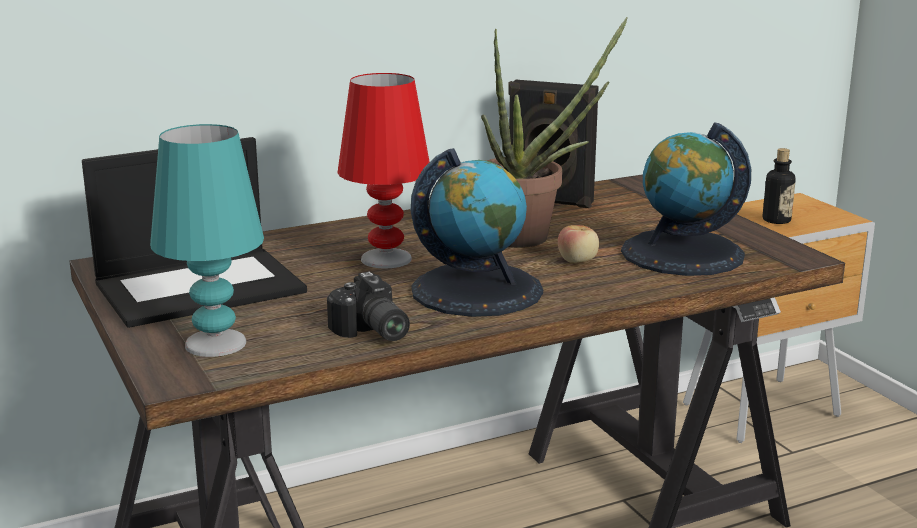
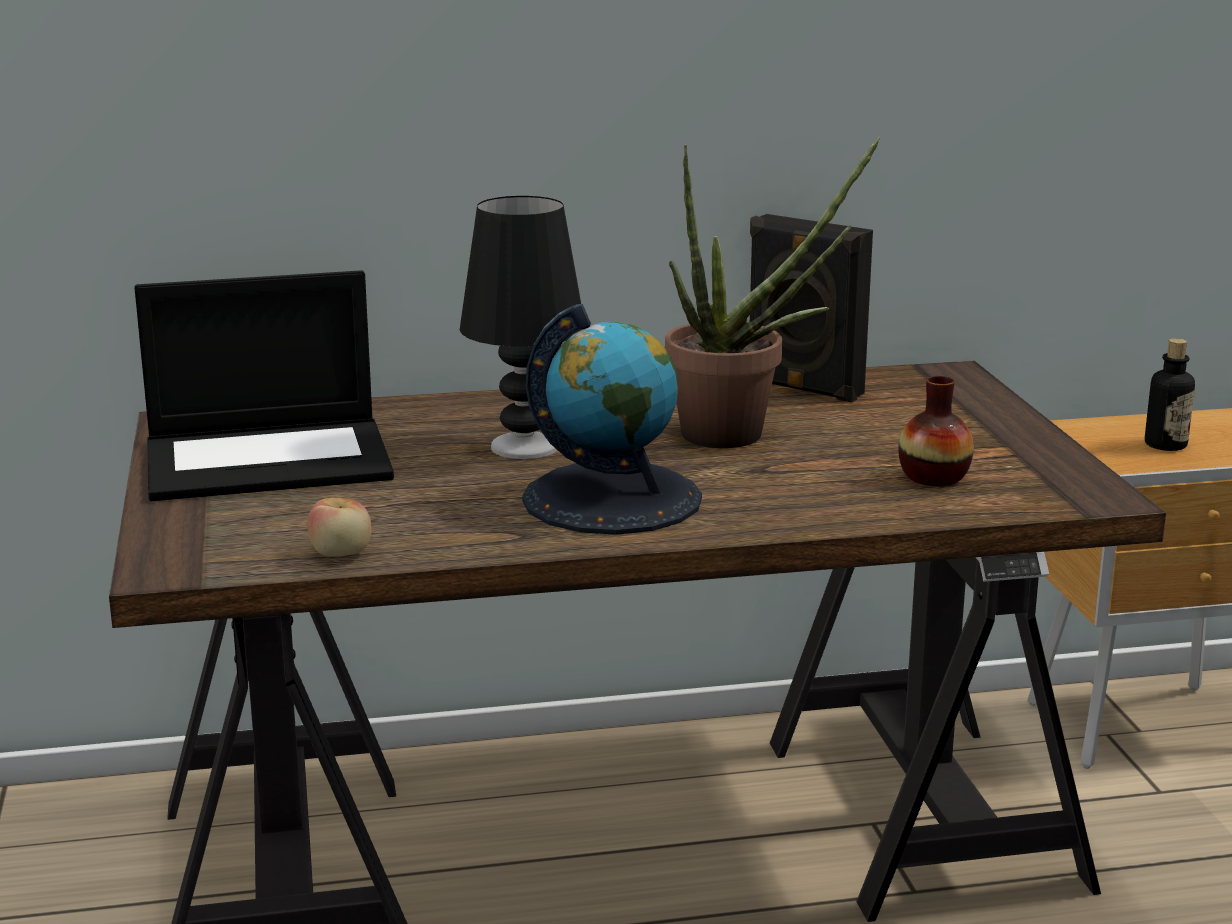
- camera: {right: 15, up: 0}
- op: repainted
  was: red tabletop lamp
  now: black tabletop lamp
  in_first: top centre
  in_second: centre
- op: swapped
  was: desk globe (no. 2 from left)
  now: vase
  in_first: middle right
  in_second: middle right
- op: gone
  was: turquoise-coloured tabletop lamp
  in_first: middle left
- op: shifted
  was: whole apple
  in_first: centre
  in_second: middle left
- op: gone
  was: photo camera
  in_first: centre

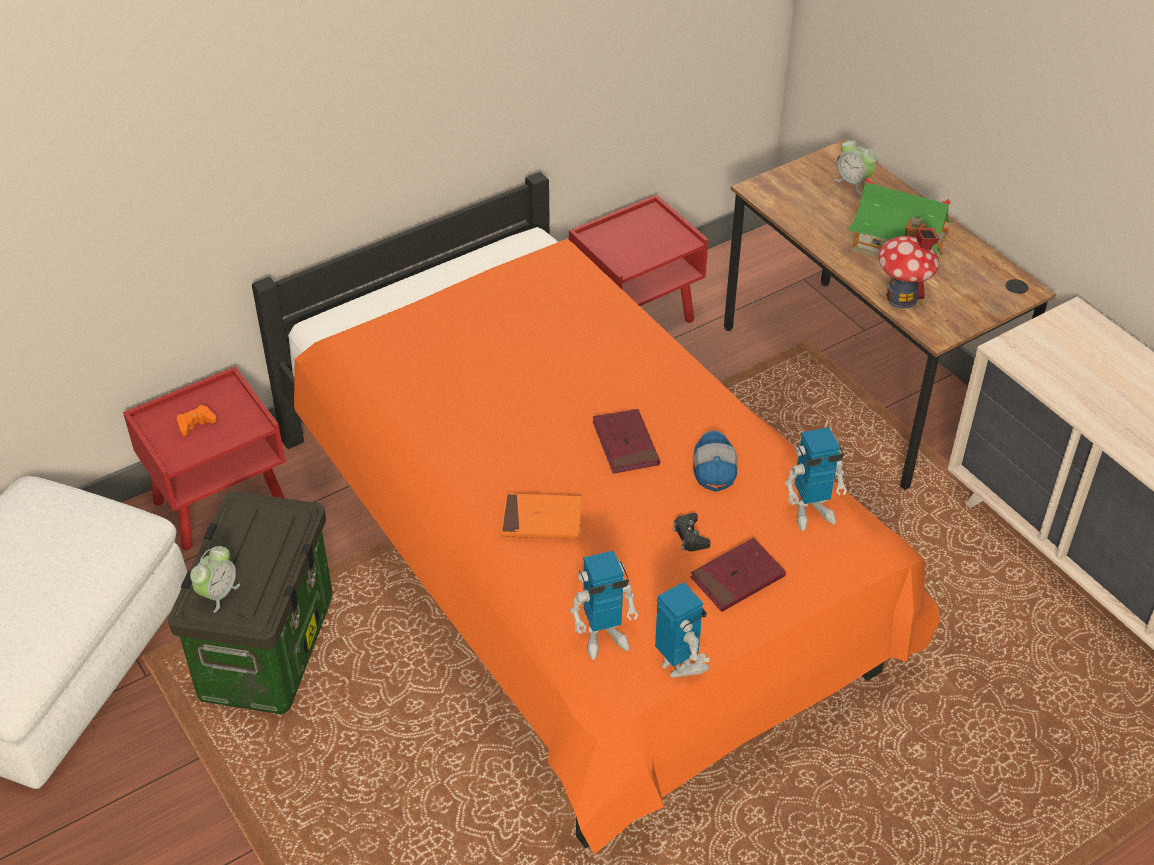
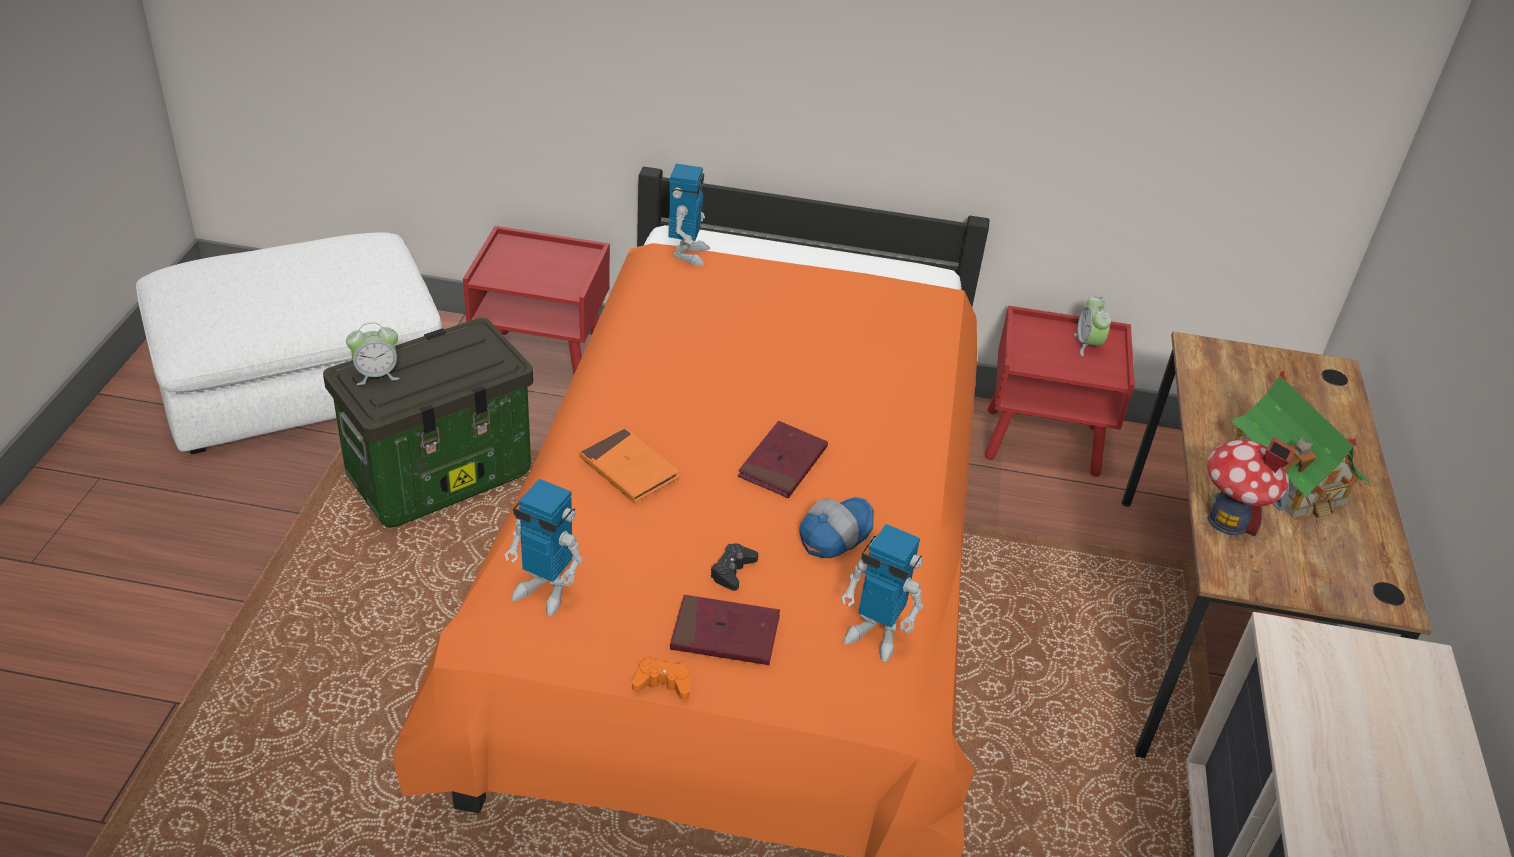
- camera: {right: 40, up: -5}
- op: shifted
  was: alarm clock (no. 2 from left)
  in_first: top right
  in_second: middle right
- op: shifted
  was: orangey gamepad
  in_first: middle left
  in_second: bottom centre
- op: shifted
  was: model robot (no. 2 from left)
  in_first: bottom centre
  in_second: top centre

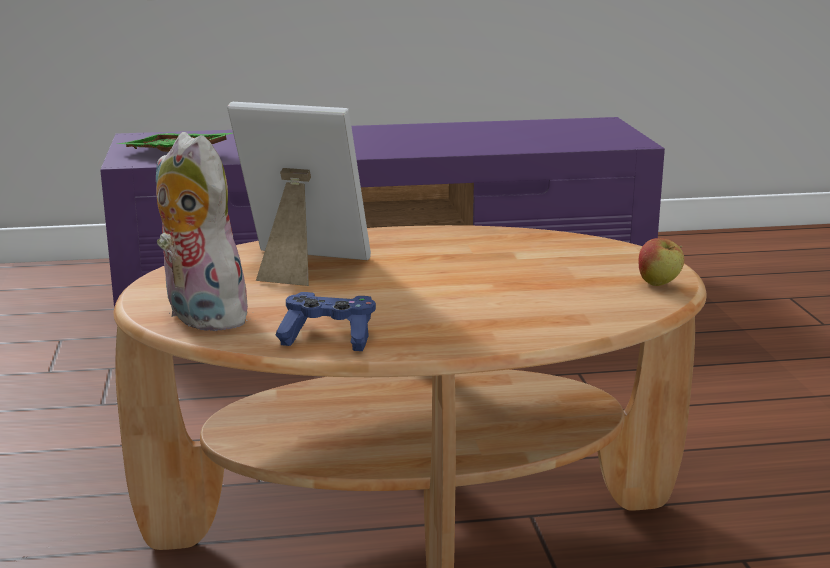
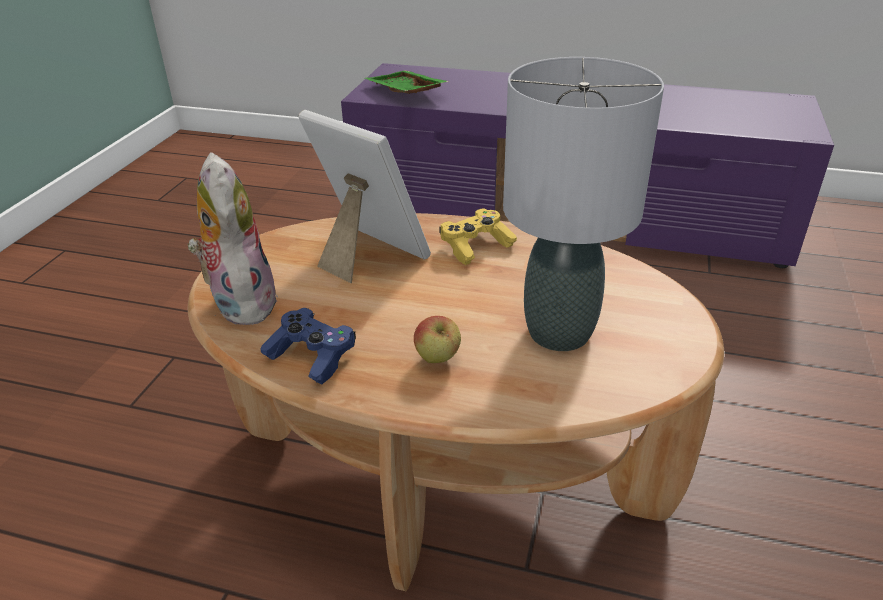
- camera: {right: 25, up: 15}
- op: shifted
  was: whole apple
  in_first: middle right
  in_second: centre
- op: new
  now: greyish tabletop lamp
  in_second: centre
- op: new
  now: yellow gamepad
  in_second: centre

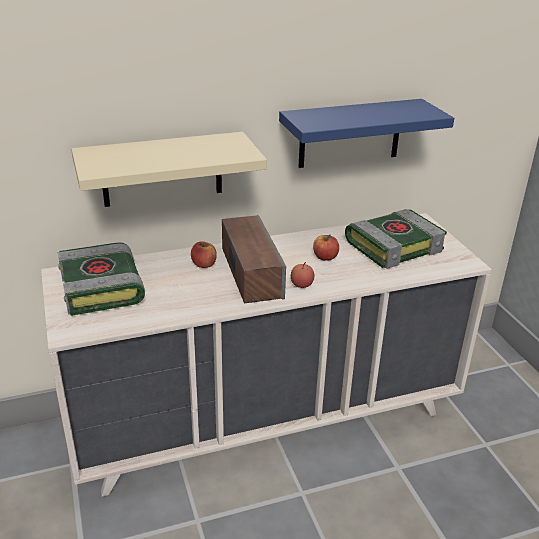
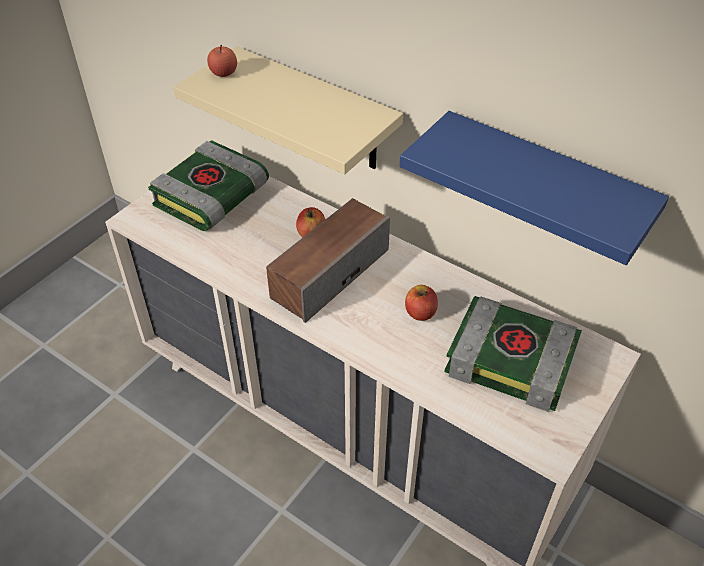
- camera: {right: 55, up: 15}
- op: shifted
  was: whole apple (no. 2 from left in the first image)
  now: whole apple (no. 1 from left)
  in_first: centre
  in_second: top left

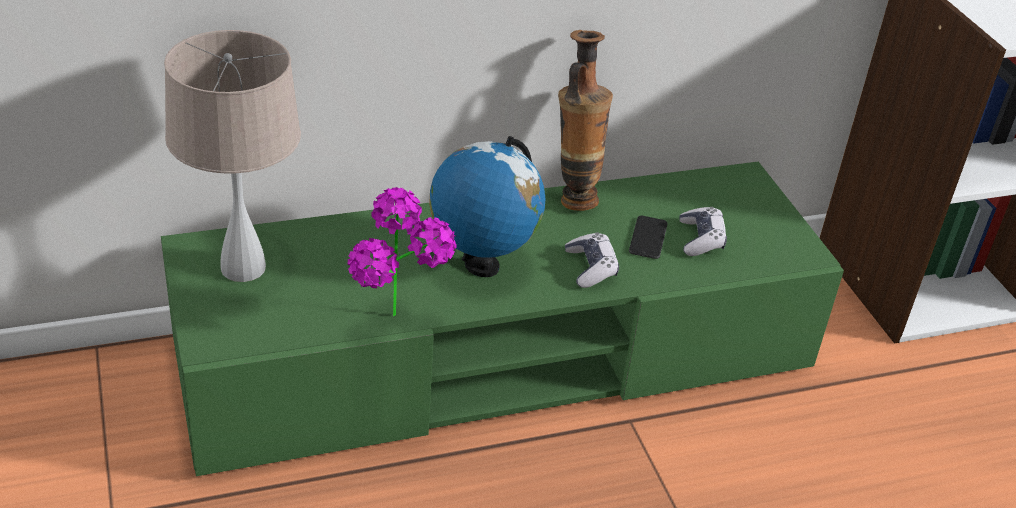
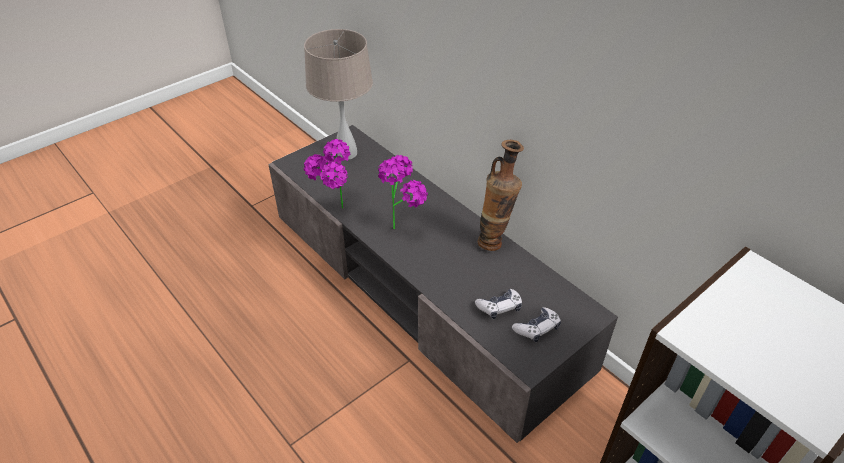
- camera: {right: 70, up: 5}
- op: swapped
  was: desk globe
  now: plant in a pot (no. 2 from left)
  in_first: centre
  in_second: centre
- op: repainted
  was: greenish tv stand
  now: greyish tv stand
  in_first: centre
  in_second: centre
- op: gone
  was: telephone
  in_first: centre
- op: shifted
  was: gamepad (no. 1 from left in the first image)
  now: gamepad (no. 2 from left)
  in_first: centre
  in_second: bottom centre

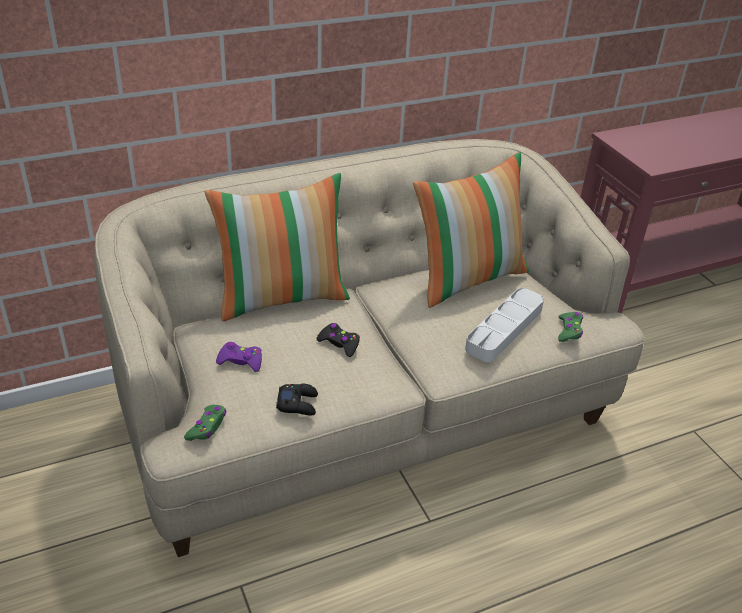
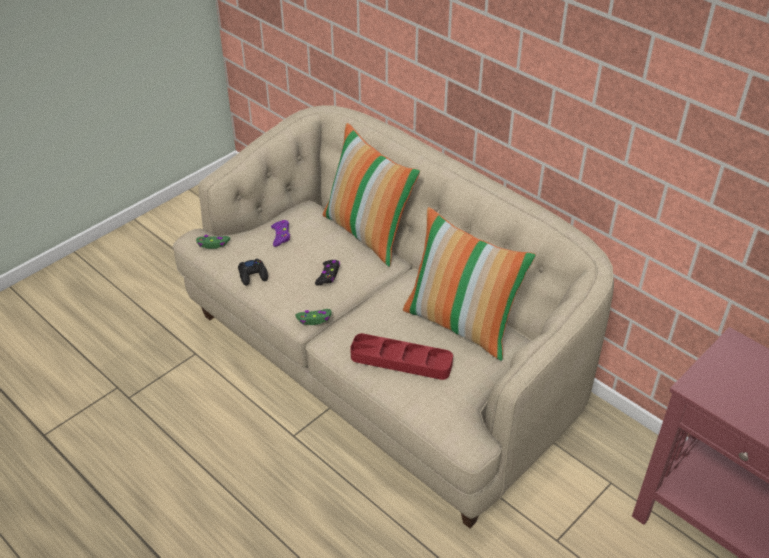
- camera: {right: 70, up: 5}
- op: repainted
  was: greyish tray
  now: red tray
  in_first: middle right
  in_second: centre
- op: shifted
  was: greenish gamepad (no. 2 from left)
  in_first: middle right
  in_second: centre

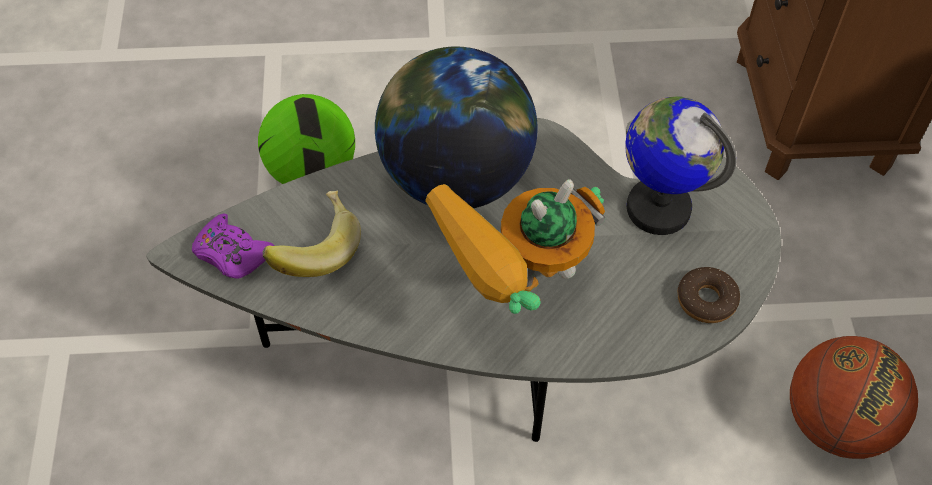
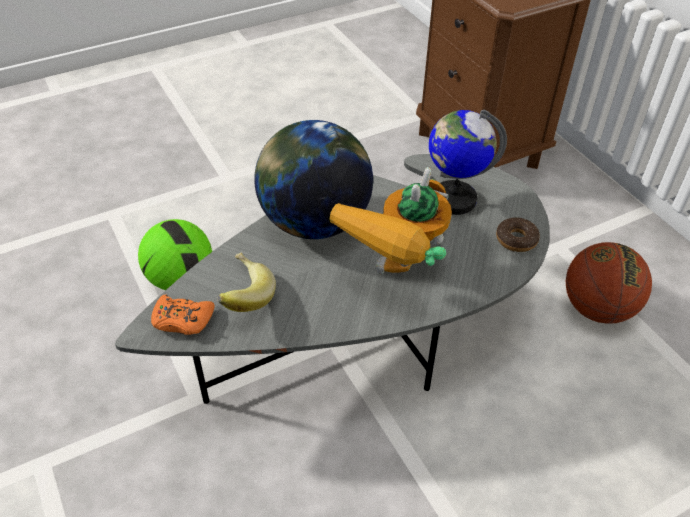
- camera: {right: -25, up: -10}
- op: repainted
  was: purple gamepad
  now: orangey gamepad
  in_first: middle left
  in_second: middle left

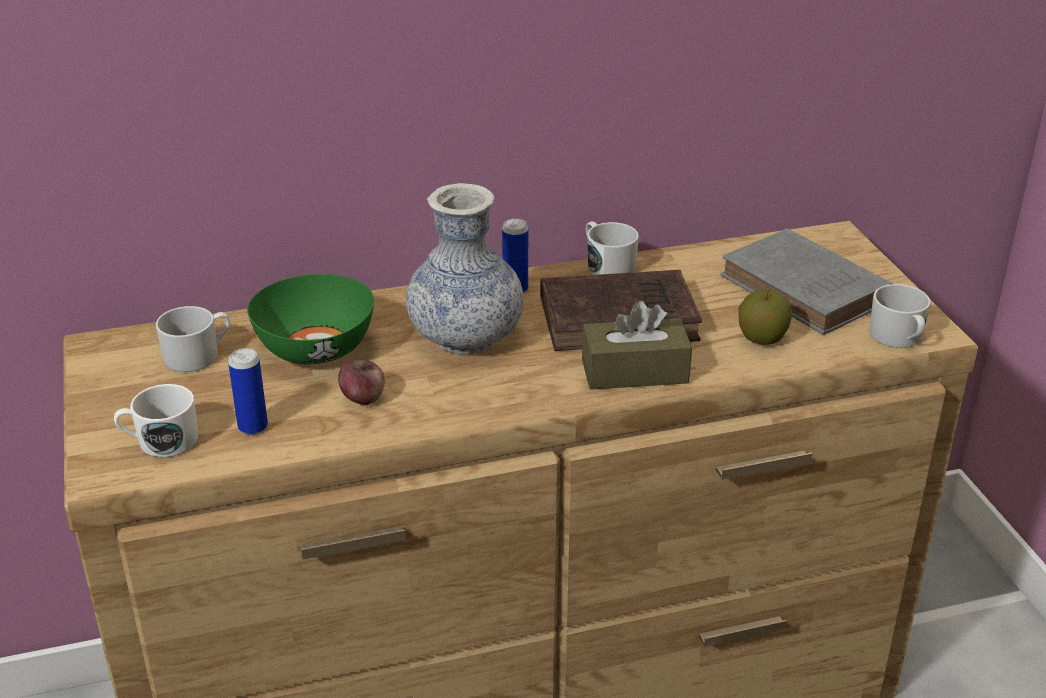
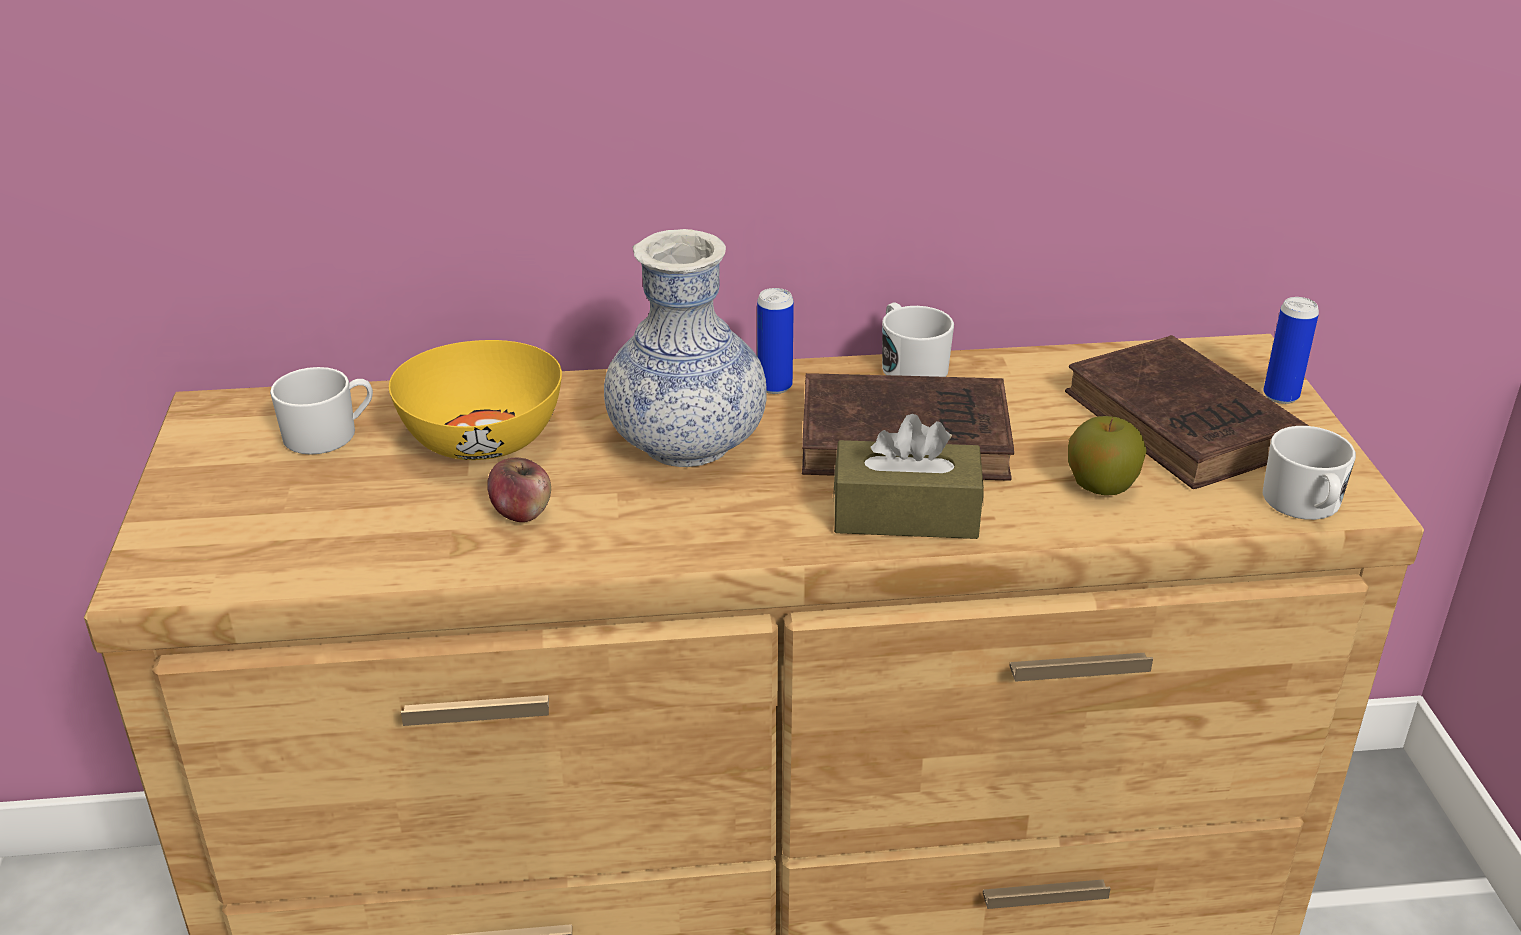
- camera: {right: 10, up: 0}
- op: repainted
  was: greyish volume
  now: brownish volume (no. 2 from left)
  in_first: middle right
  in_second: middle right
- op: repainted
  was: greenish bowl
  now: yellow bowl
  in_first: middle left
  in_second: middle left
- op: shifted
  was: can (no. 1 from left in the first image)
  now: can (no. 2 from left)
  in_first: middle left
  in_second: middle right
- op: gone
  was: whitish coffee mug (no. 1 from left)
  in_first: middle left

